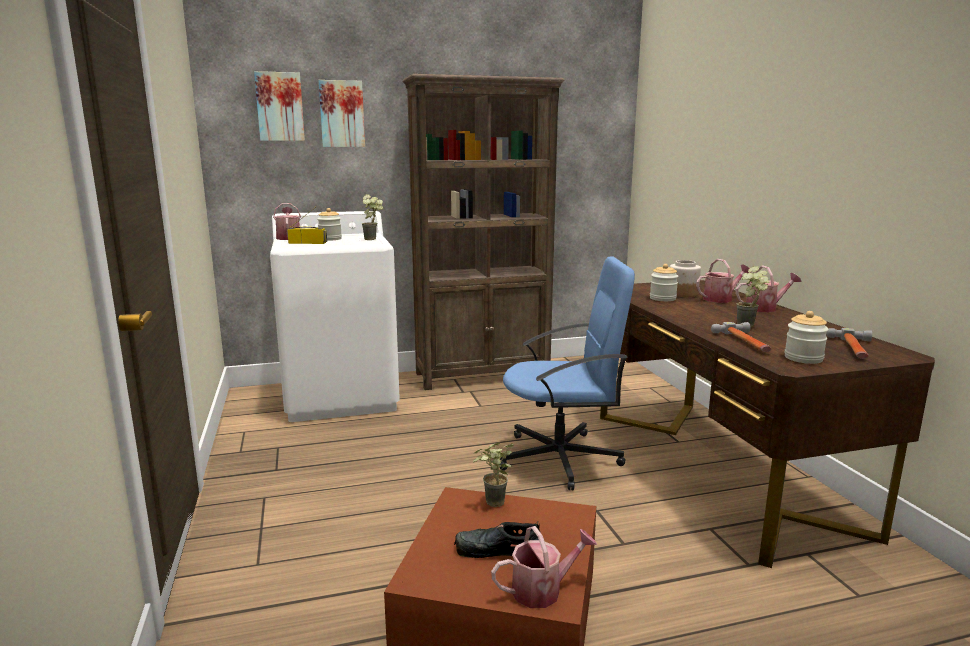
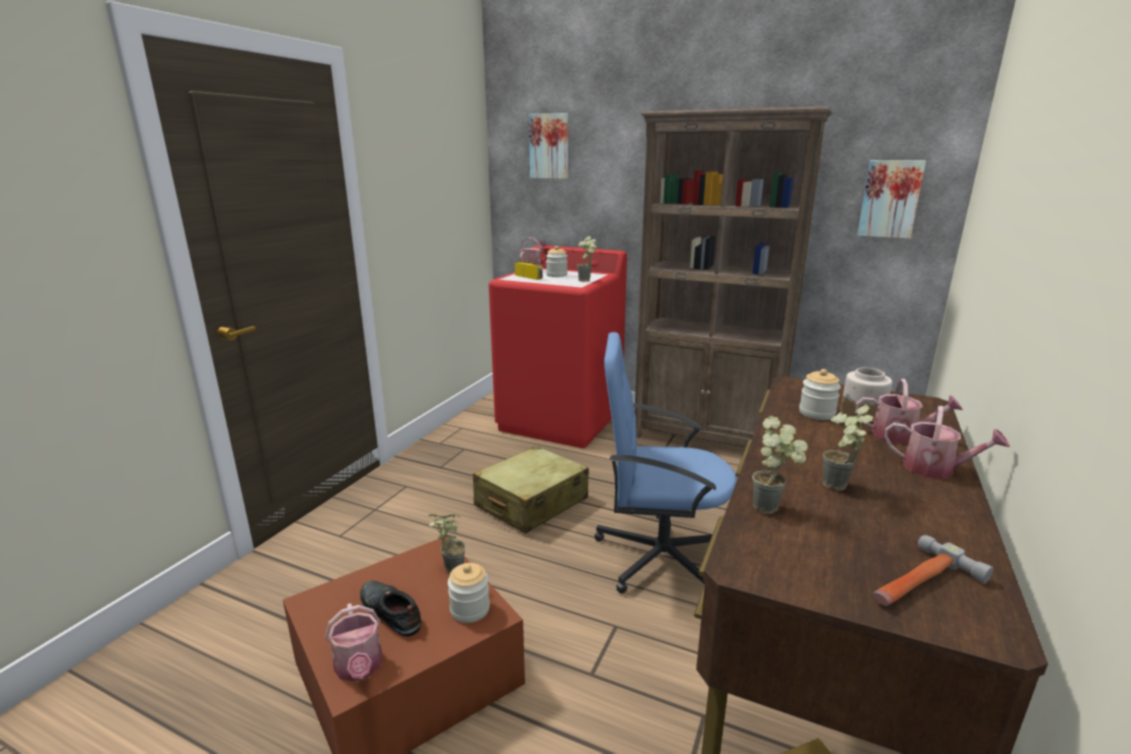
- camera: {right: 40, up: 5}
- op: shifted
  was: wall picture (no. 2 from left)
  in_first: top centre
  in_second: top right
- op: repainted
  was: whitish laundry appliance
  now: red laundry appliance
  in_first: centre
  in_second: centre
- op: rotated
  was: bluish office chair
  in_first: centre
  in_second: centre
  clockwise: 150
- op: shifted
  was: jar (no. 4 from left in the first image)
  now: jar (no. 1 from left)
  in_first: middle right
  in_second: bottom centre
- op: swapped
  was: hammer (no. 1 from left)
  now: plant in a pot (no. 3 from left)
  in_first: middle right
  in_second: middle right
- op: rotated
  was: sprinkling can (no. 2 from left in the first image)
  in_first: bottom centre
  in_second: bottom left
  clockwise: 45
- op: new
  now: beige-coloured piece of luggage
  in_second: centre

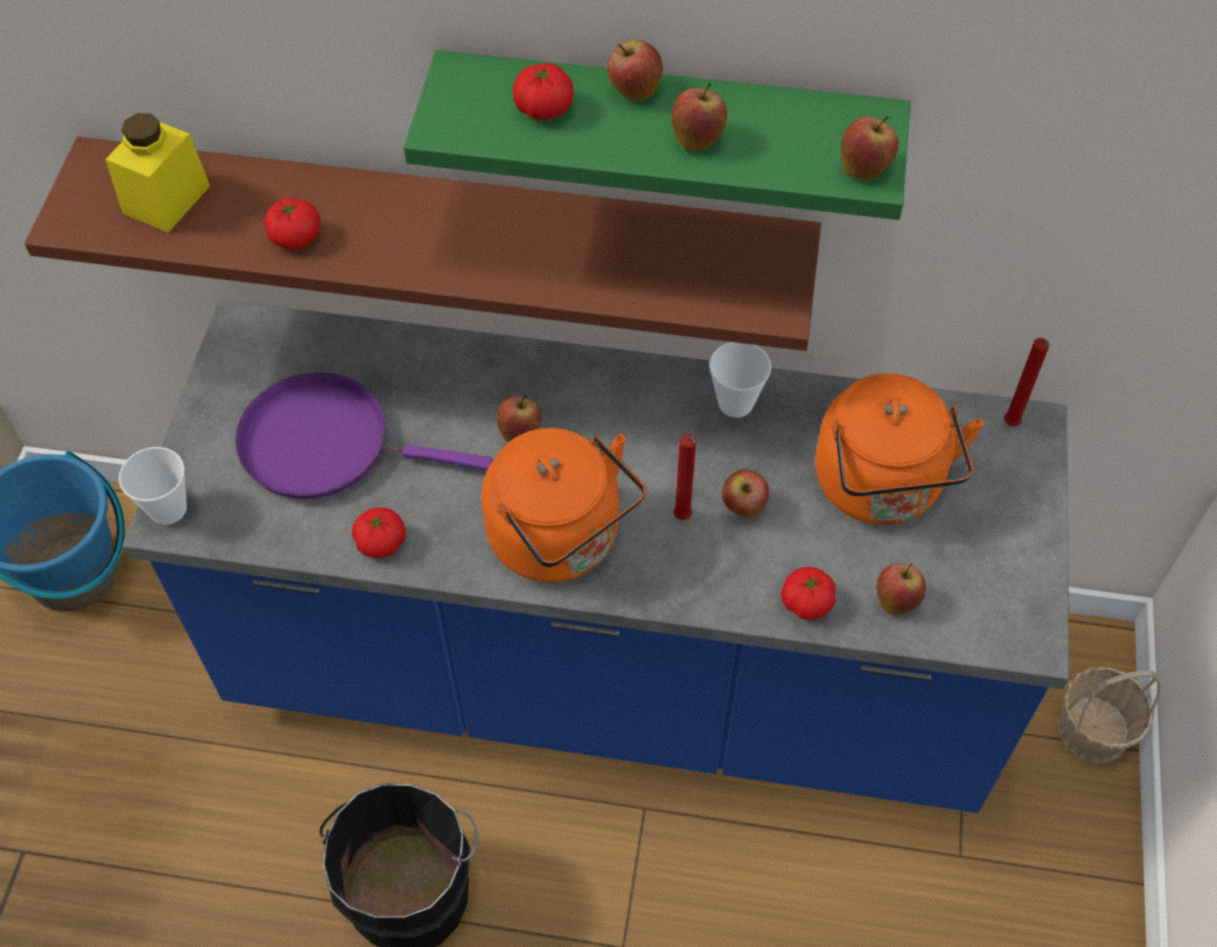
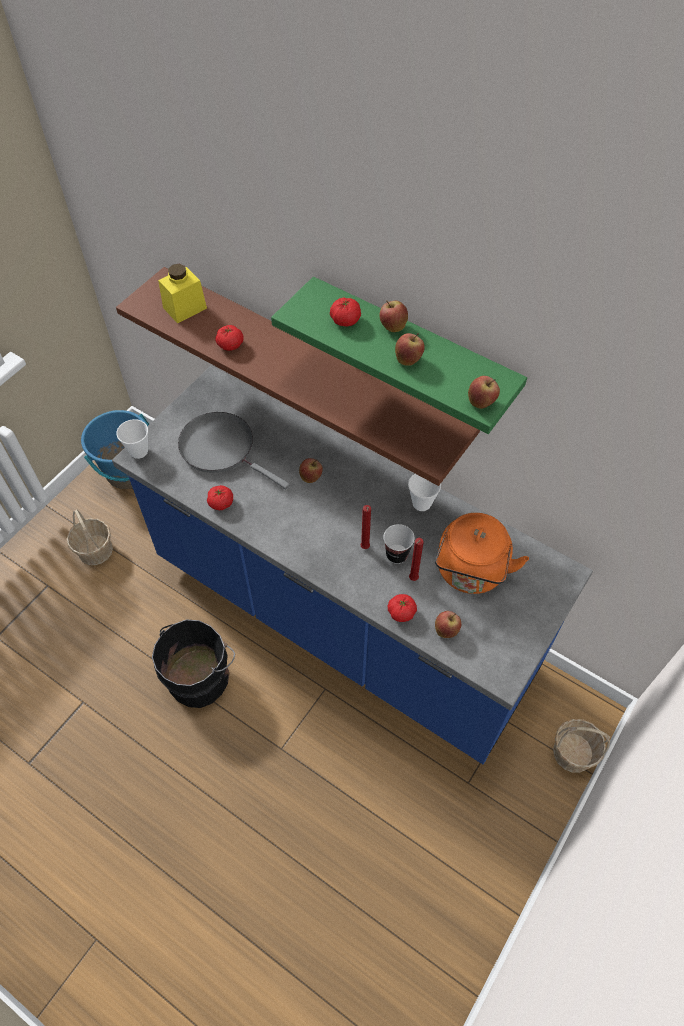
- camera: {right: 25, up: 0}
- op: shifted
  was: red candle (no. 2 from left)
  in_first: middle right
  in_second: centre
- op: repainted
  was: purple frying pan
  now: greyish frying pan
  in_first: middle left
  in_second: centre
- op: gone
  was: orangey tea kettle (no. 1 from left)
  in_first: centre
- op: swapped
  was: whole apple (no. 4 from left)
  now: small cup (no. 2 from left)
  in_first: centre
  in_second: centre
- op: new
  now: household basket (no. 1 from left)
  in_second: middle left

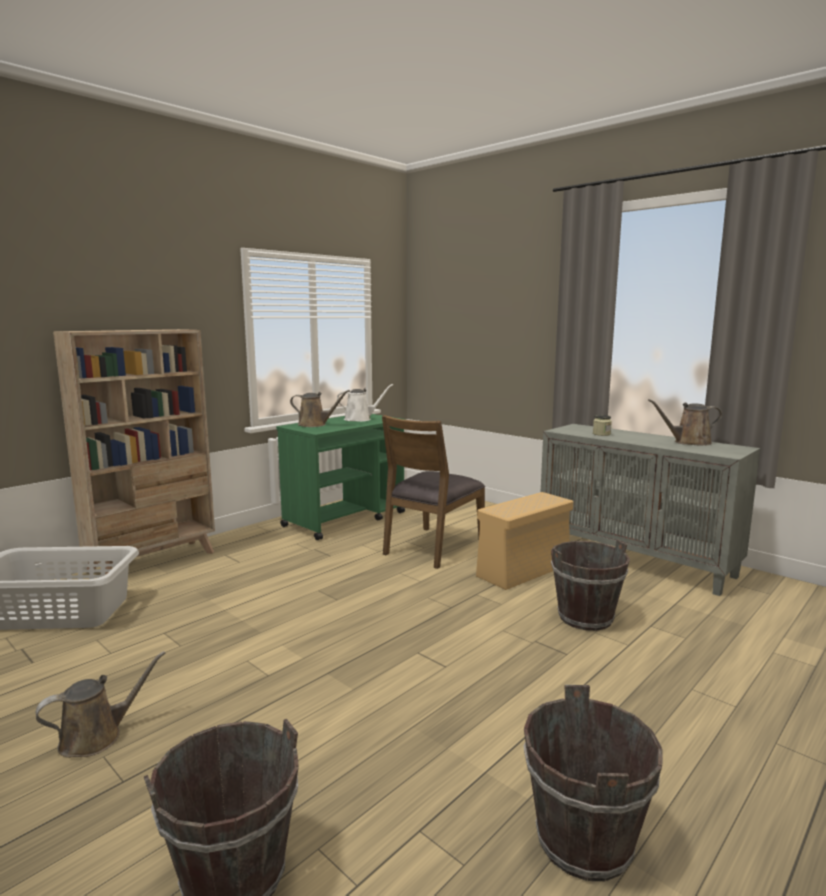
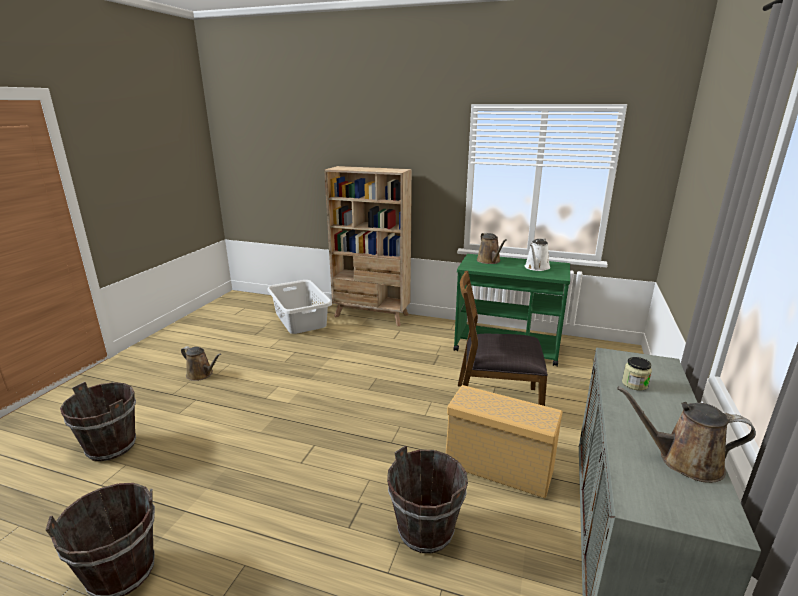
- camera: {right: 65, up: 10}
- op: rotated
  was: whitish sprinkling can
  in_first: centre
  in_second: middle right
  clockwise: 75
- op: rotated
  was: brownish sprinkling can (no. 3 from left)
  in_first: middle right
  in_second: bottom right
  clockwise: -45

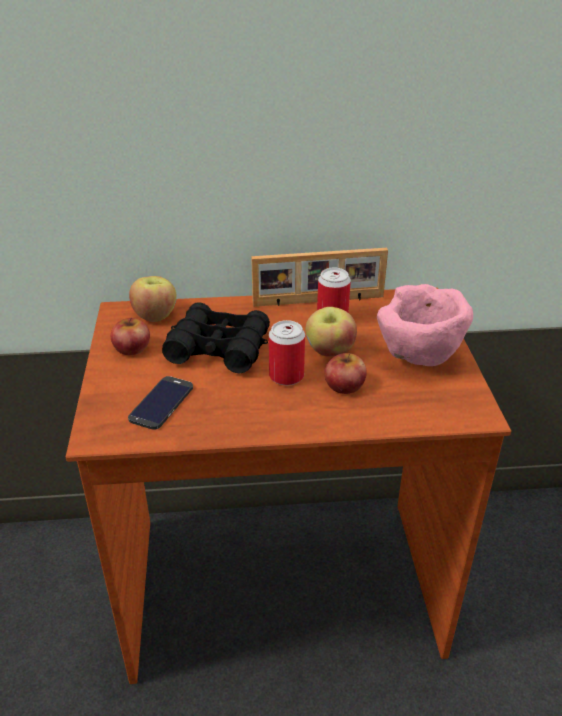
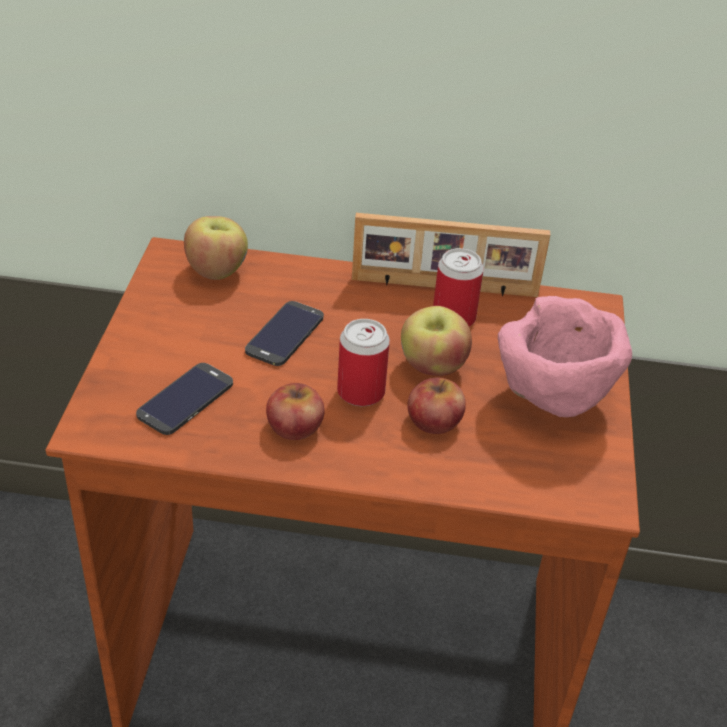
- camera: {right: 10, up: 5}
- op: swapped
  was: black binoculars
  now: telephone (no. 2 from left)
  in_first: centre
  in_second: centre
- op: shifted
  was: whole apple (no. 1 from left in the first image)
  now: whole apple (no. 2 from left)
  in_first: middle left
  in_second: centre

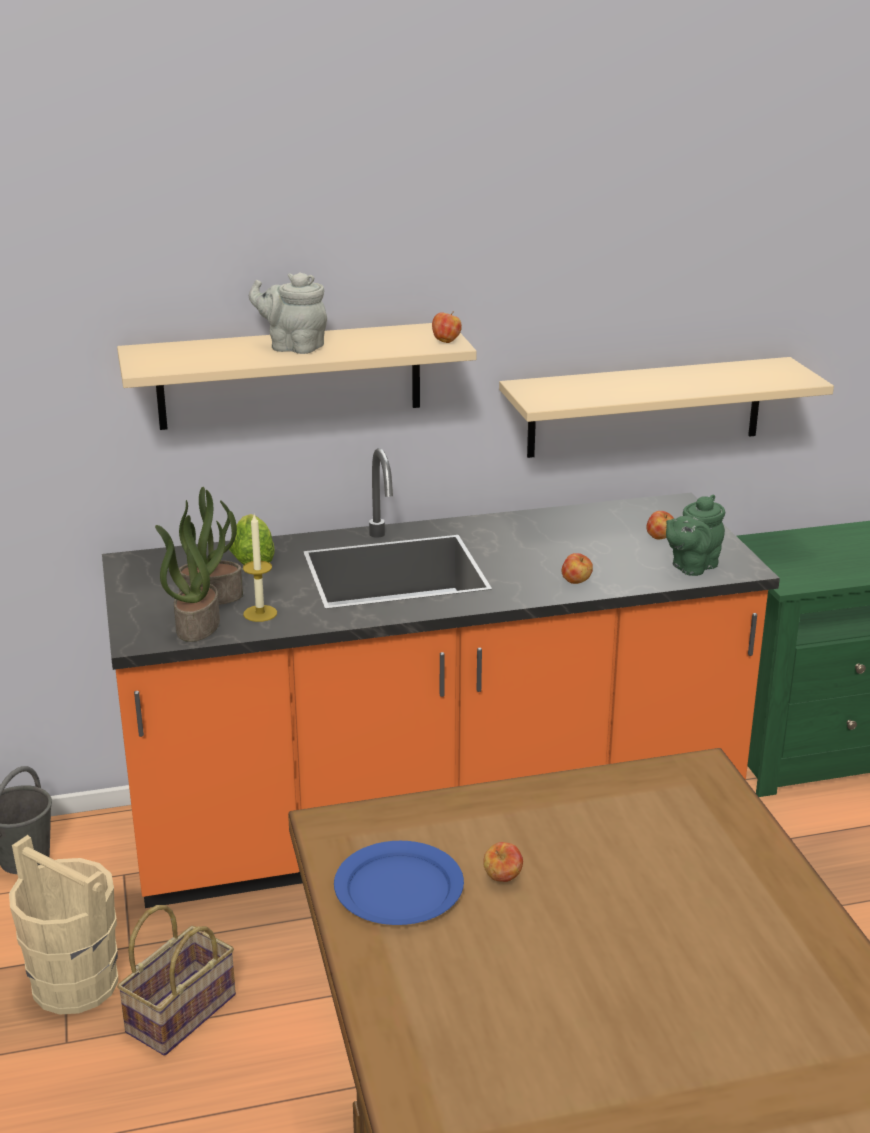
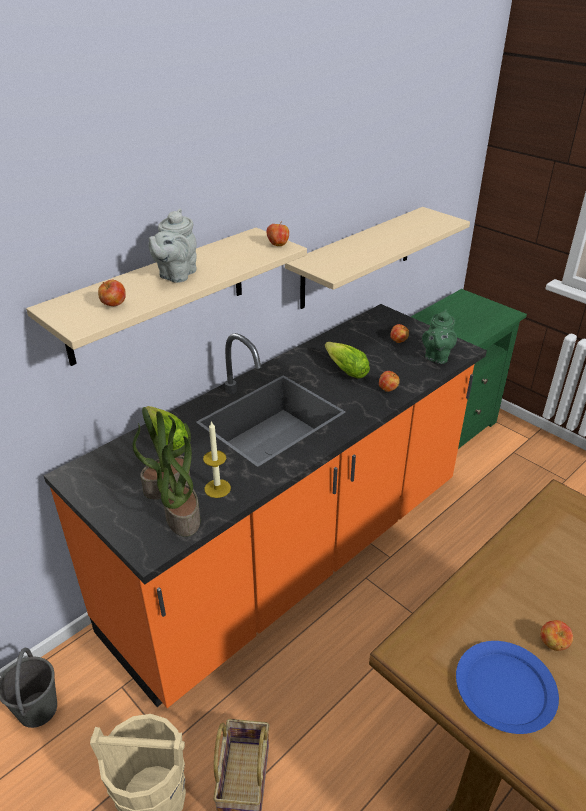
- camera: {right: -30, up: 10}
- op: rotated
  was: greyish teapot
  in_first: top left
  in_second: top left
  clockwise: -60
- op: new
  now: whole apple (no. 1 from left)
  in_second: middle left
- op: new
  now: lettuce head (no. 2 from left)
  in_second: centre

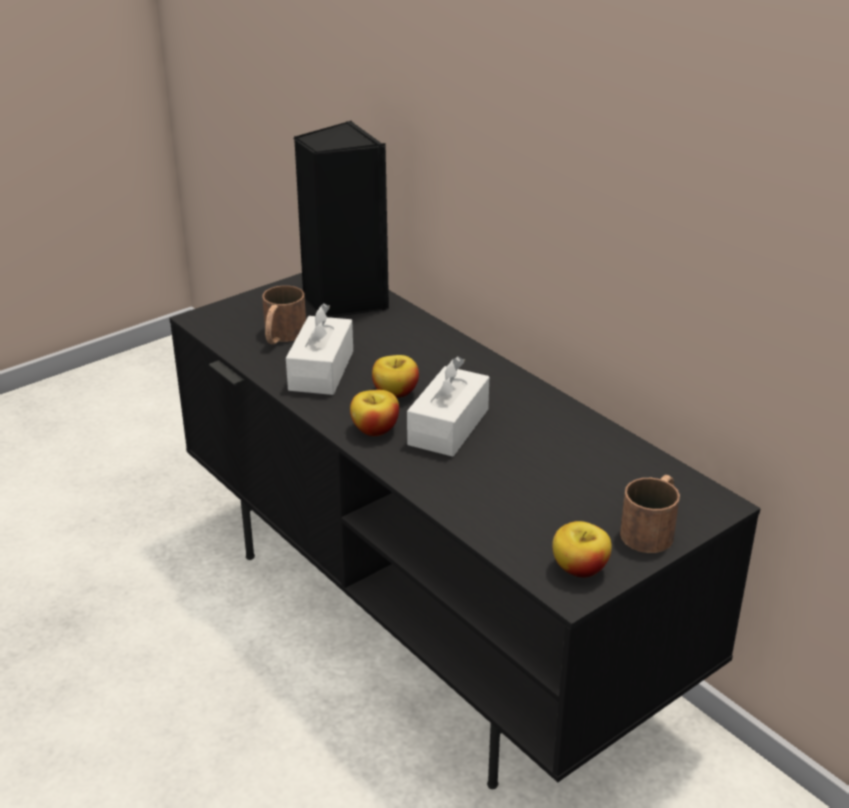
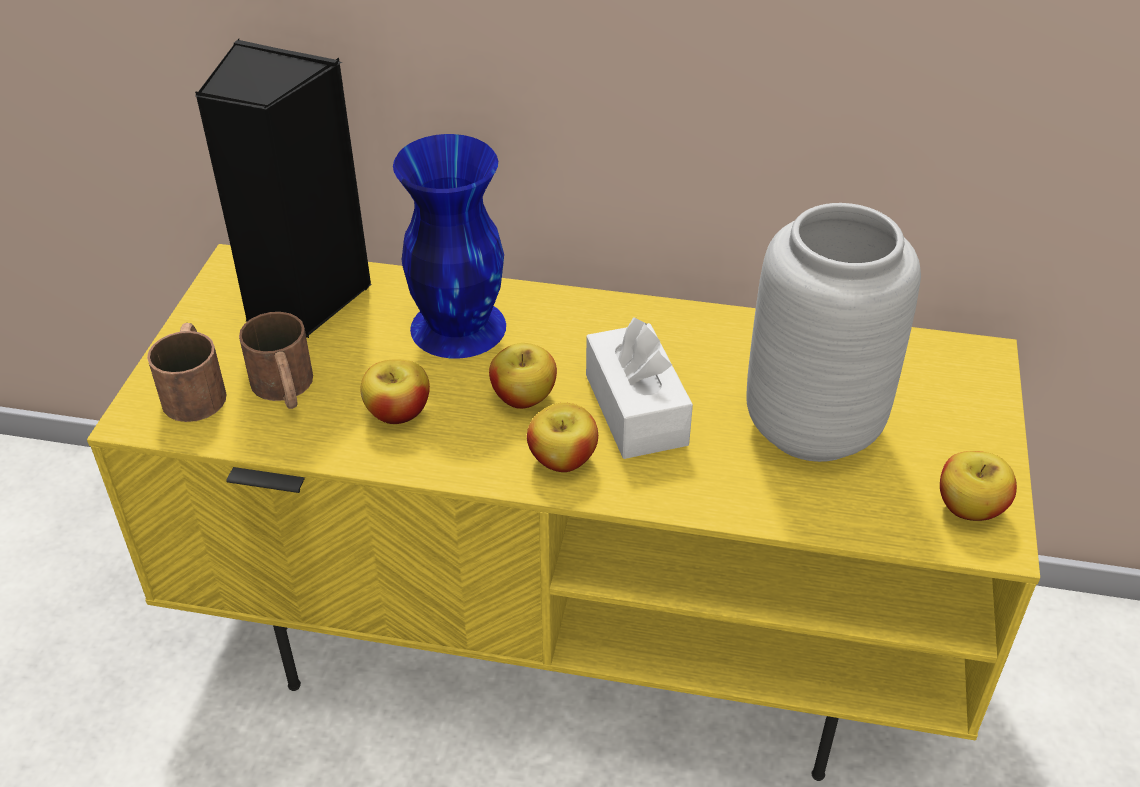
- camera: {right: -40, up: 10}
- op: repainted
  was: black tv stand
  now: yellow tv stand
  in_first: centre
  in_second: centre
- op: swapped
  was: whitish box of tissues (no. 1 from left)
  now: whole apple (no. 1 from left)
  in_first: centre
  in_second: centre
- op: shifted
  was: brownish coffee mug (no. 2 from left in the first image)
  now: brownish coffee mug (no. 1 from left)
  in_first: middle right
  in_second: middle left
- op: new
  now: bluish vase
  in_second: top centre
- op: new
  now: greyish vase
  in_second: middle right

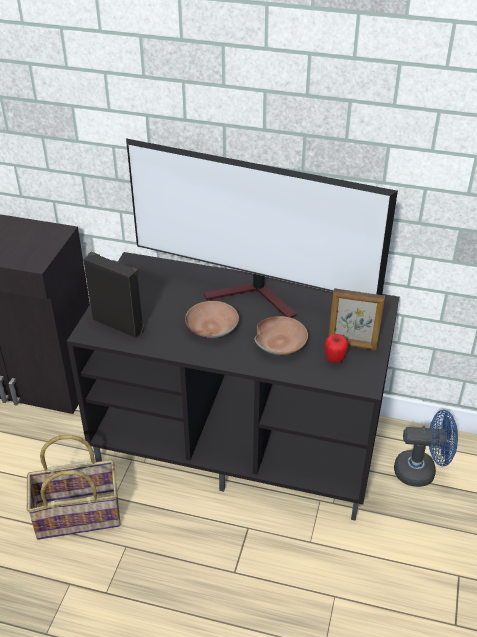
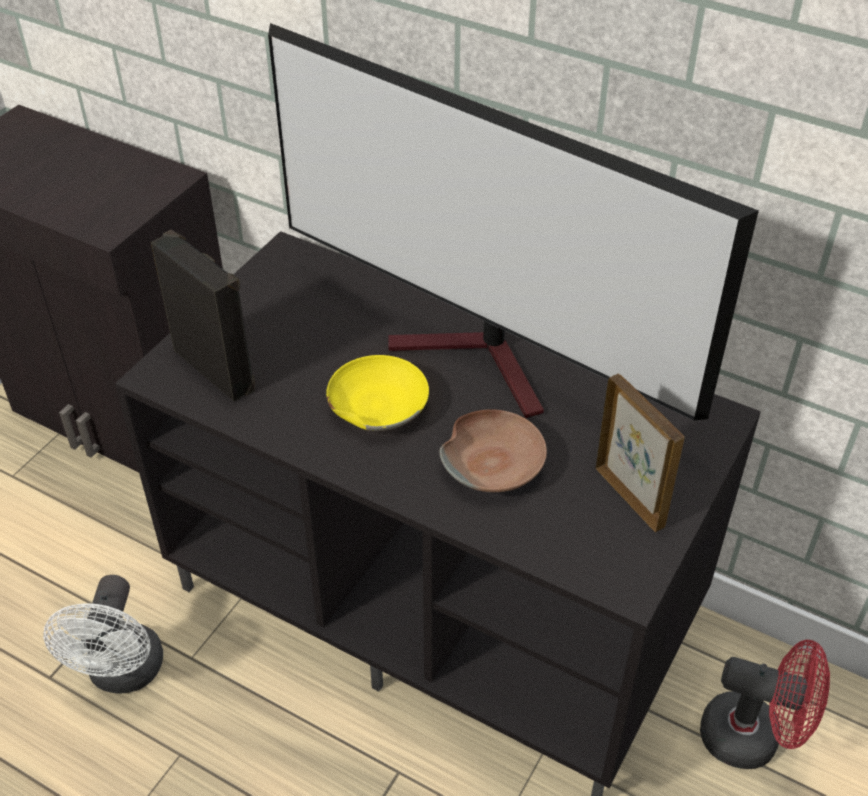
- camera: {right: 15, up: 5}
- op: rotated
  was: picture frame
  in_first: middle right
  in_second: middle right
  clockwise: -150
- op: repainted
  was: brownish bowl (no. 1 from left)
  now: yellow bowl
  in_first: centre
  in_second: centre
- op: gone
  was: whole apple
  in_first: middle right
- op: repainted
  was: bluish electric fan
  now: red electric fan
  in_first: bottom right
  in_second: bottom right
- op: swapped
  was: household basket
  now: whitish electric fan
  in_first: bottom left
  in_second: bottom left

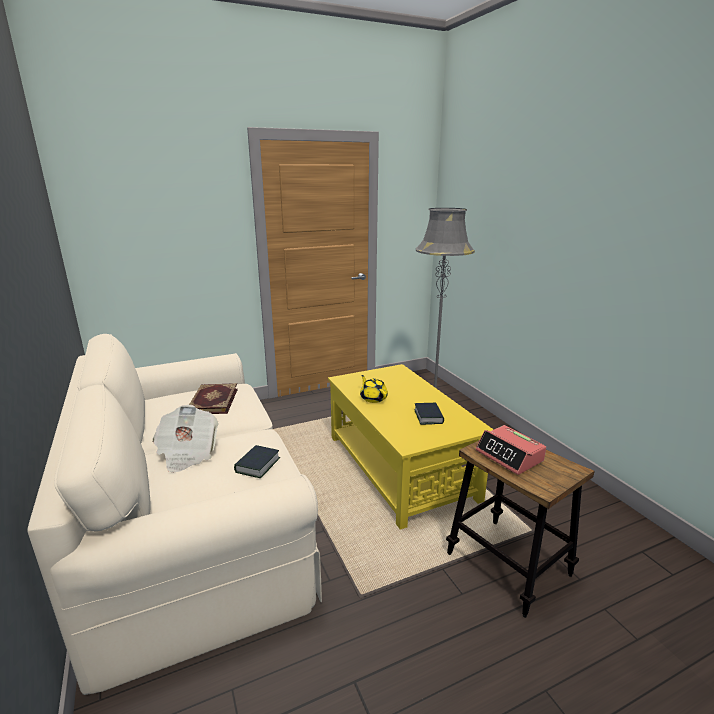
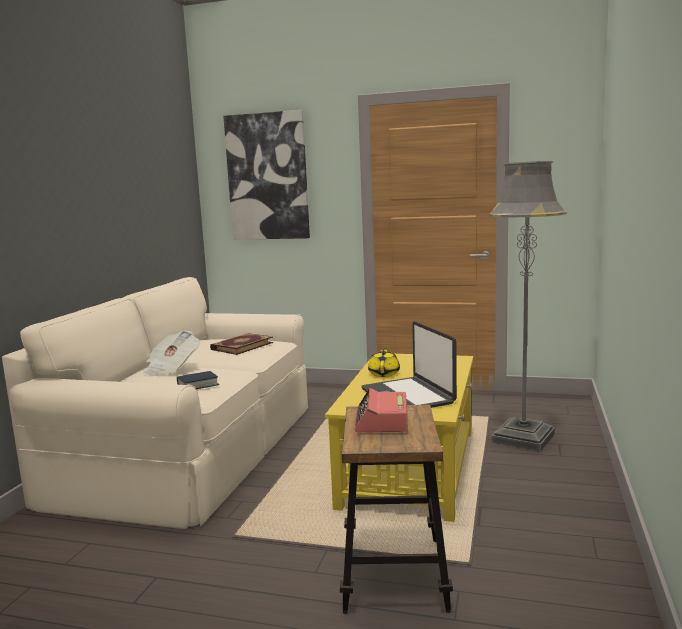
- camera: {right: 40, up: -10}
- op: swapped
  was: volume (no. 3 from left)
  now: portable computer
  in_first: centre
  in_second: centre
- op: new
  now: wall picture
  in_second: top centre

